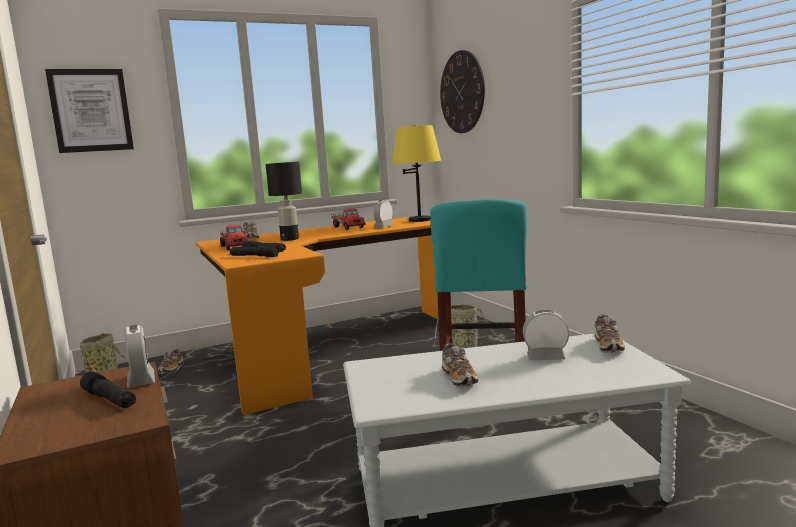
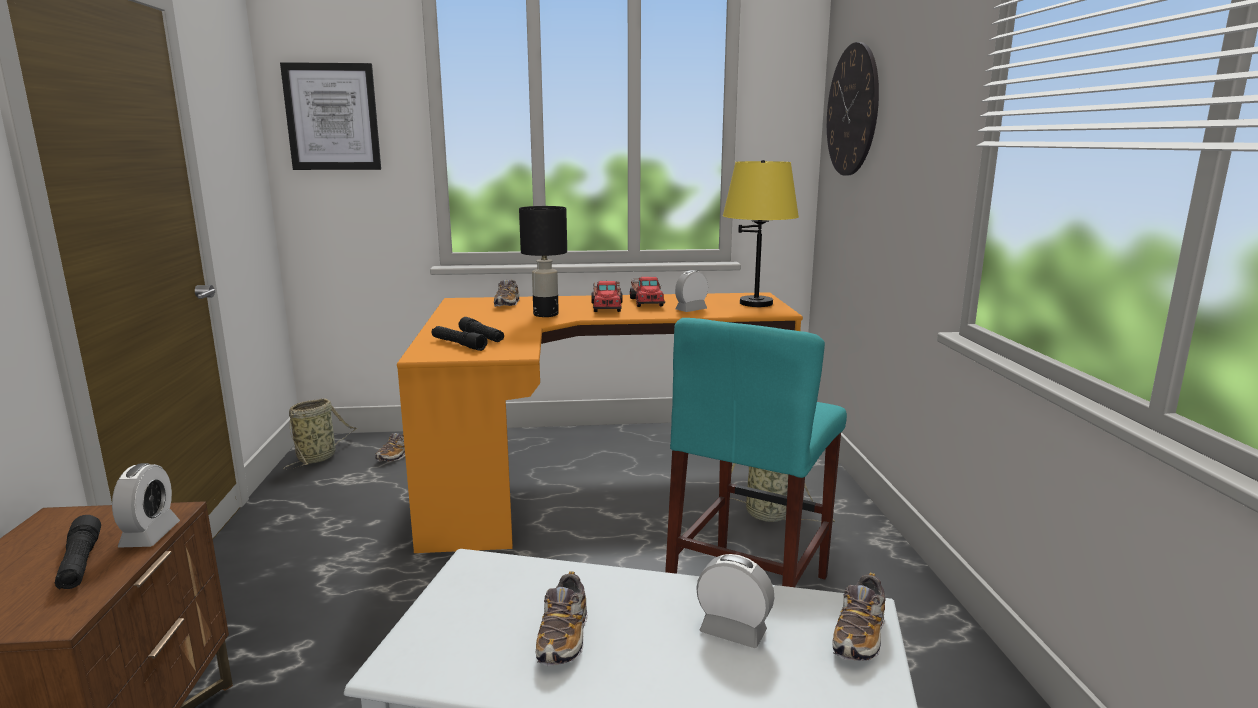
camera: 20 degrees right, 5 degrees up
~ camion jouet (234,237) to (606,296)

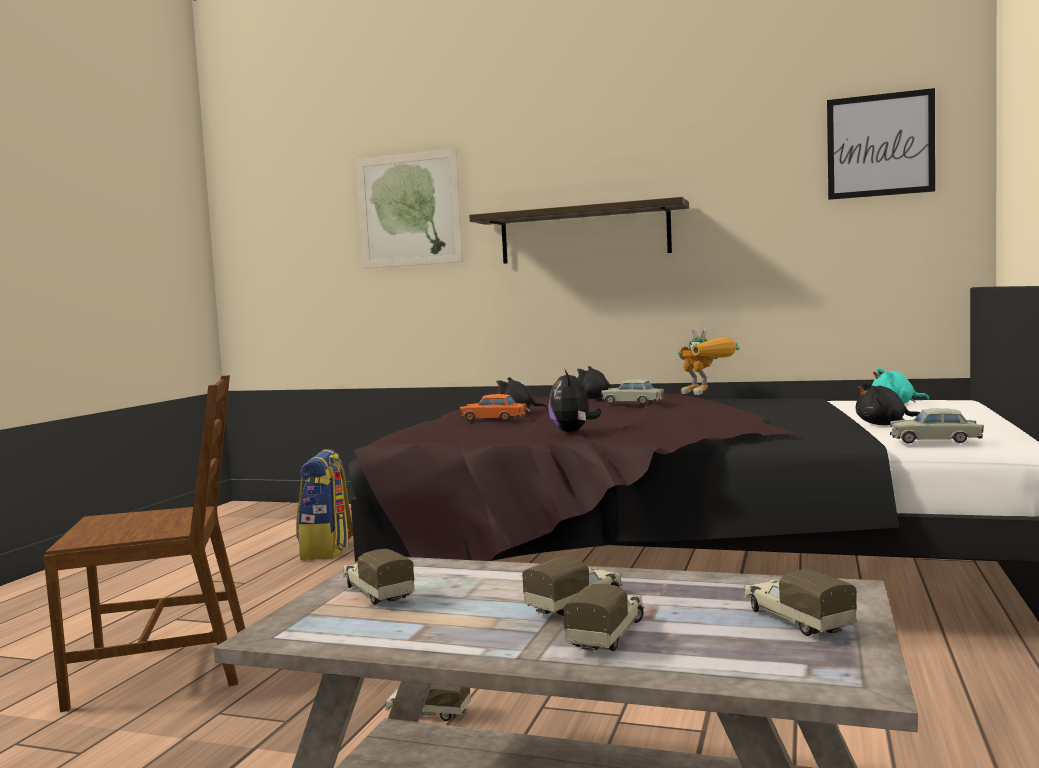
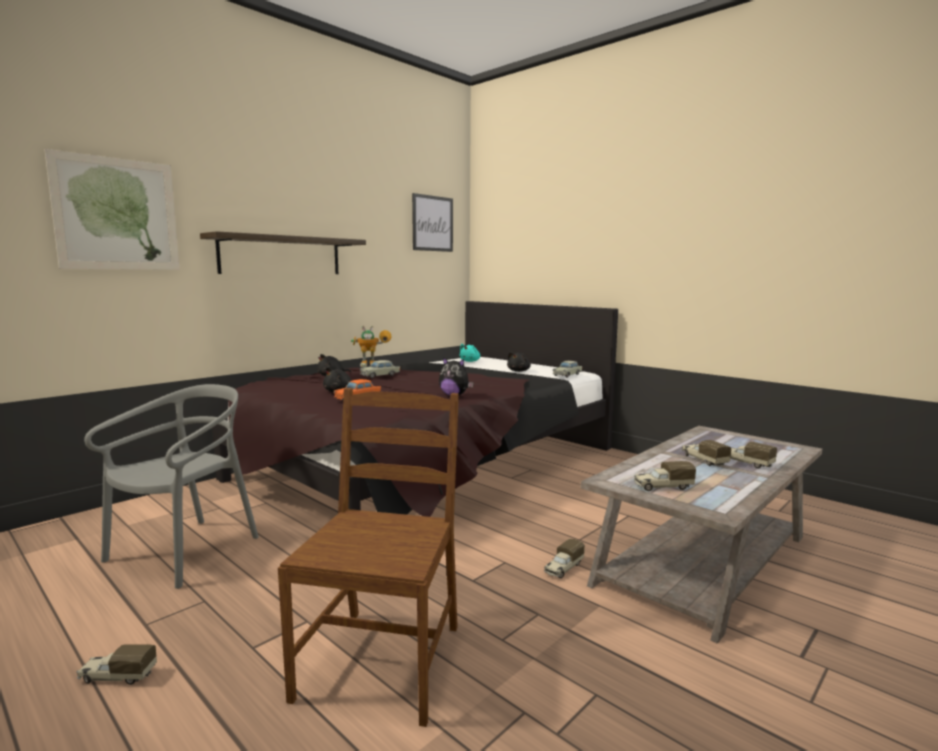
camera: 65 degrees left, 5 degrees up
~ sac à dos (324,504) to chaise/gris (171,486)
~ camion jouet (800,602) to (117,664)

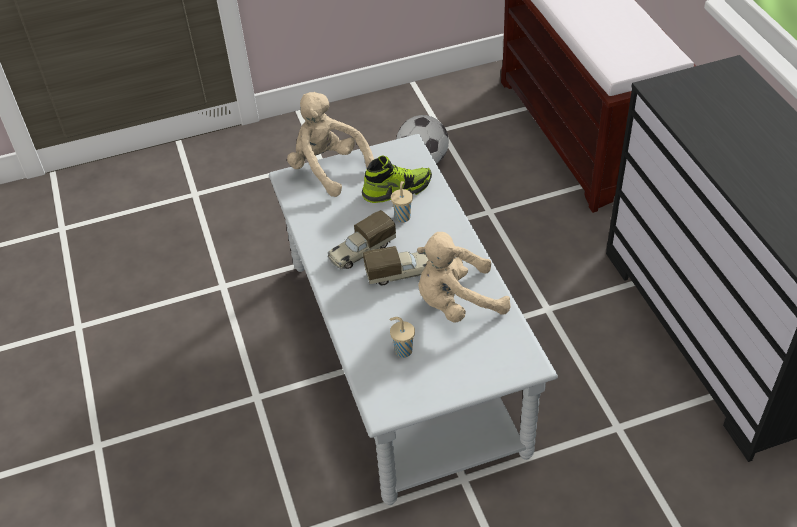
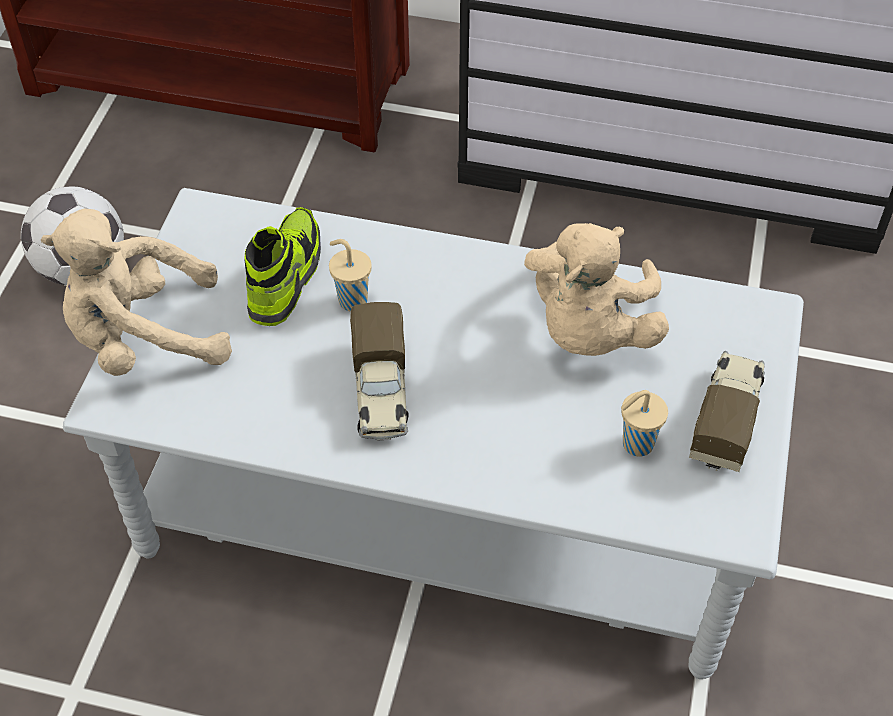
camera: 60 degrees left, 5 degrees up
~ camion jouet (396,265) to (727,411)

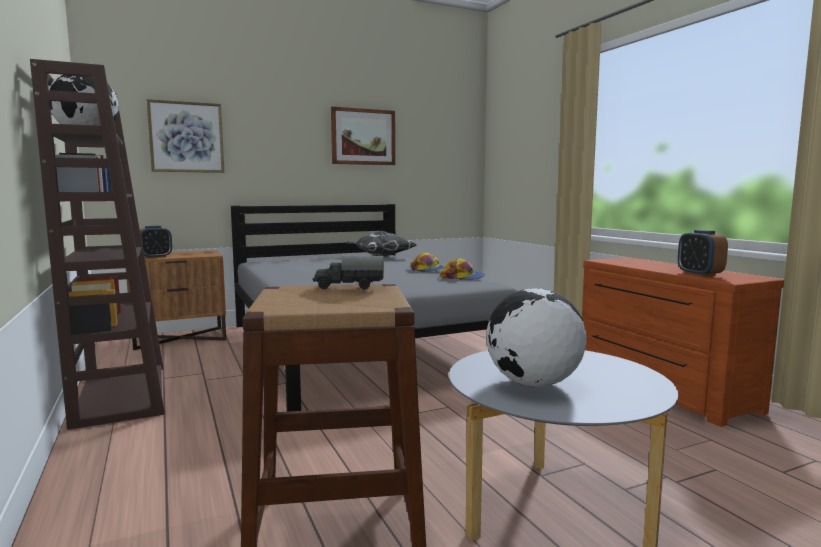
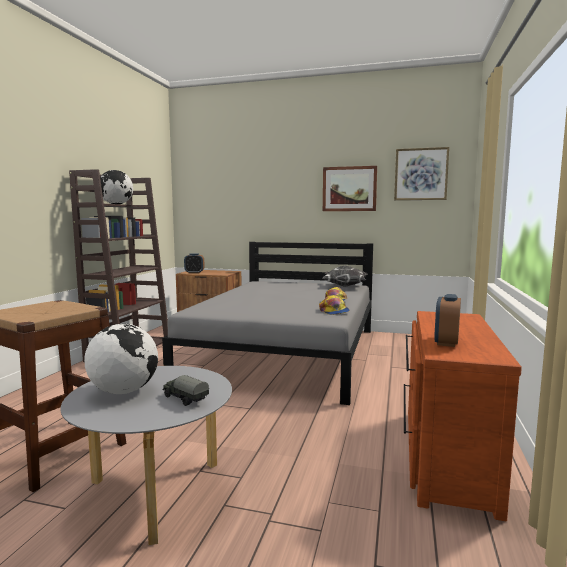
camera: 40 degrees right, 0 degrees up
~ tableau (185,136) to (421,173)
~ camion jouet (348,273) to (186,390)

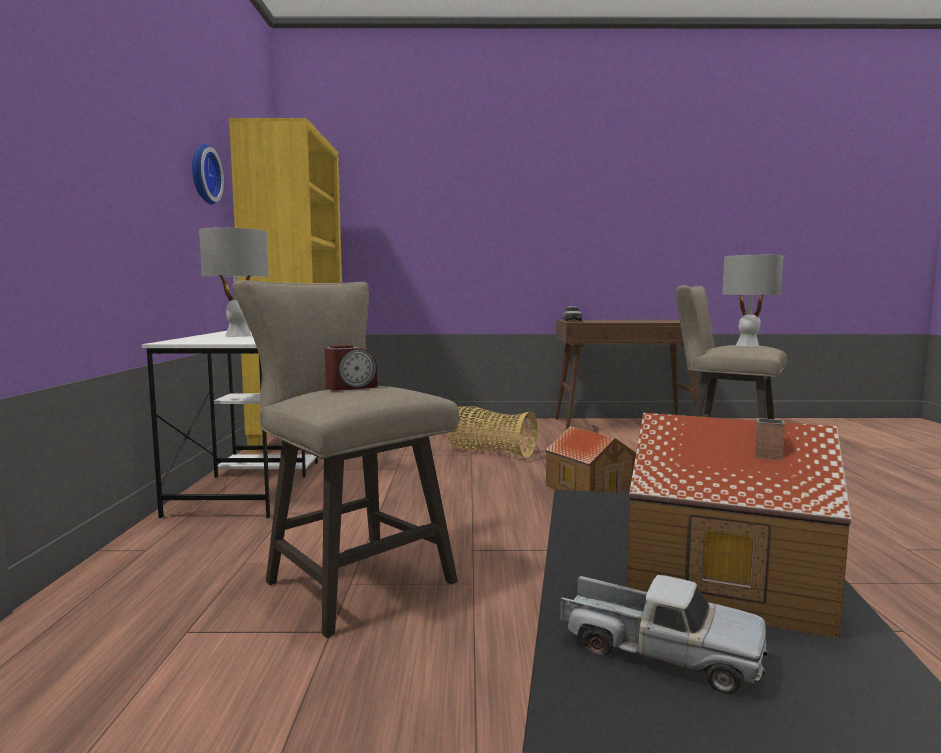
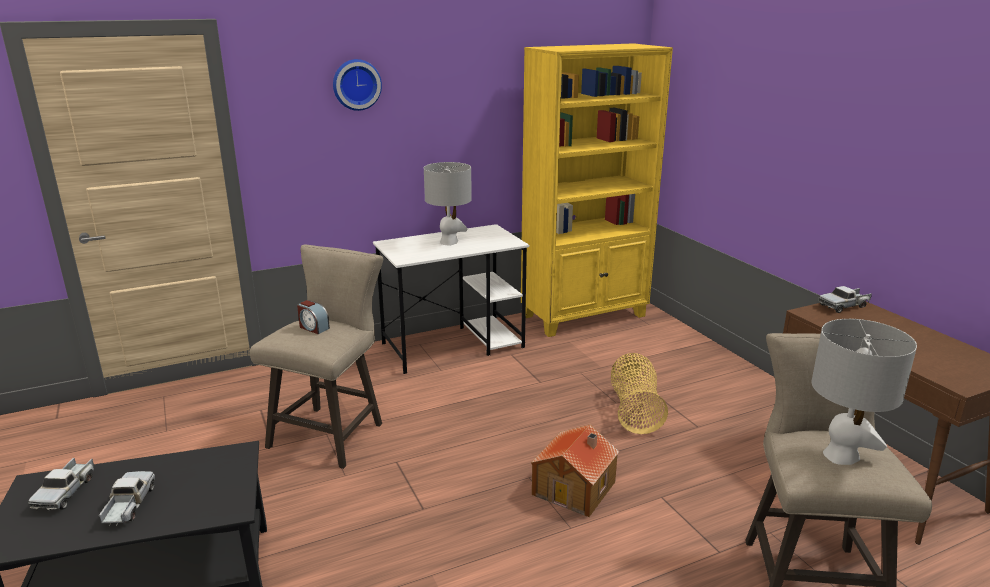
camera: 65 degrees right, 15 degrees up
~ horloge murale (208,174) to (357,85)
~ maison miniature (739,526) to camion jouet (127,498)

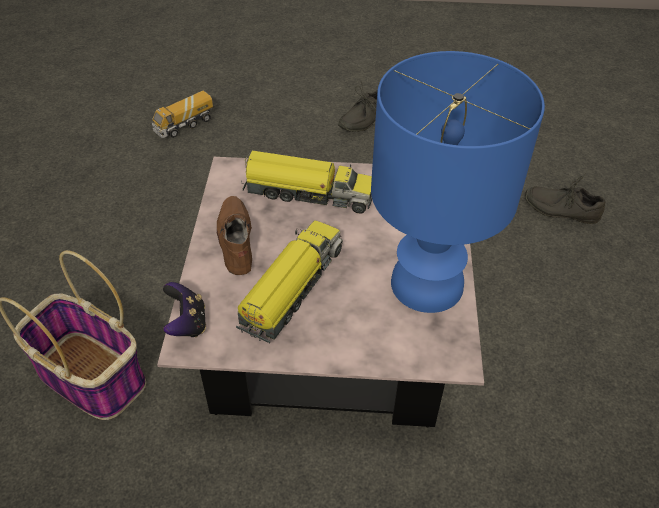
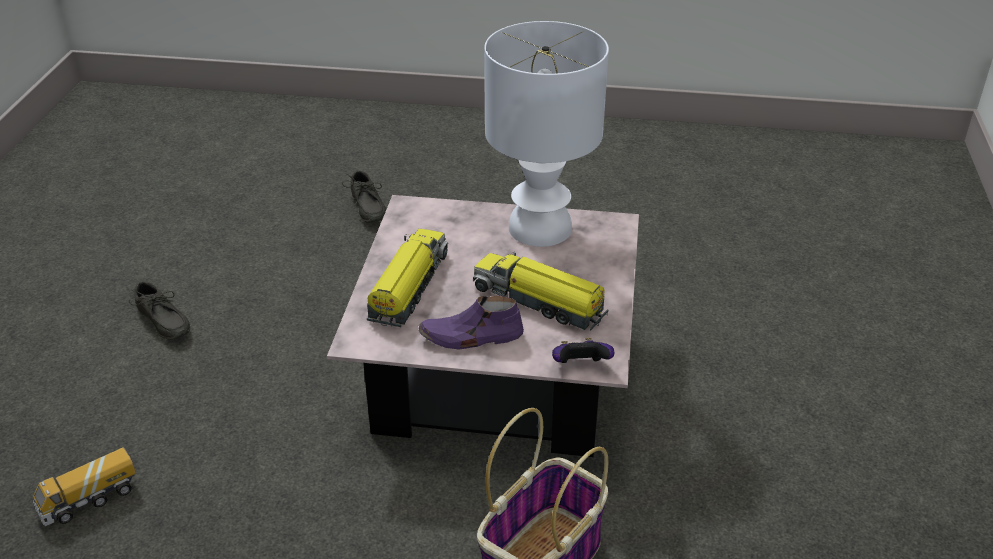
camera: 85 degrees left, 10 degrees down
~ camion jouet (182,114) = (84,486) 90 degrees clockwise
~ chaussure/marron (234,235) to chaussure/violet (471,323)
~ lampe de table/bleu (458,182) to lampe de table/blanc (546,134)
~ chaussure/gris (565,199) = (364,197) 45 degrees counterclockwise

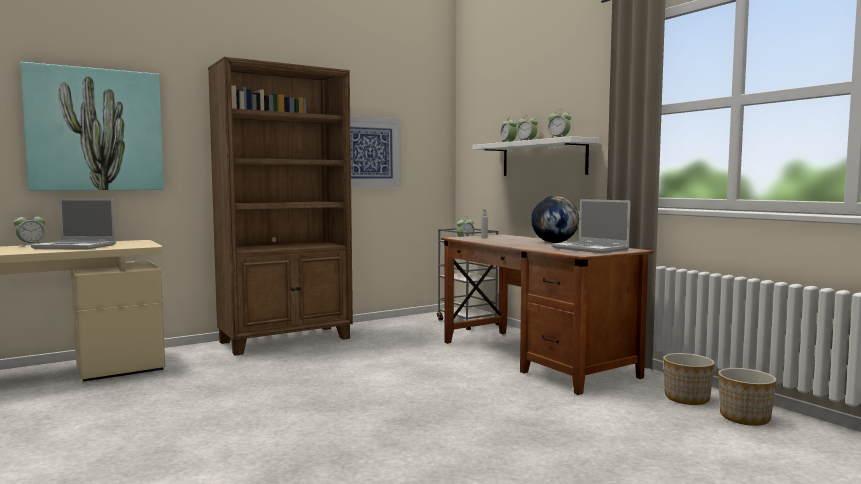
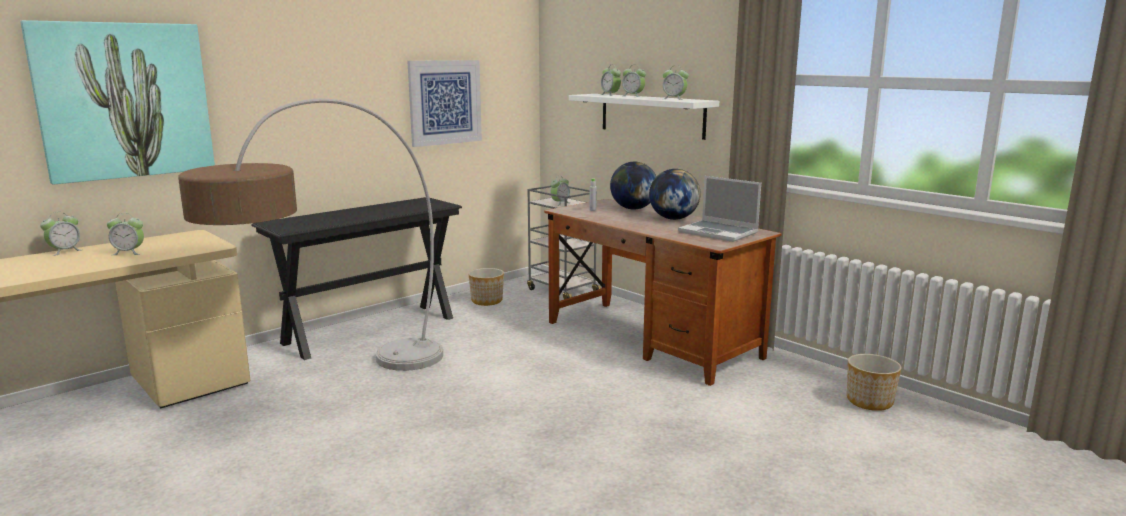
camera: 10 degrees left, 10 degrees up
~ ordinateur portable (73,224) to réveil (125,234)
~ bibliothèque/marron (280,206) to table console/noir (357,278)
~ cache-pot (689,379) to (486,287)
+ lampadaire (310,235)
+ globe (633,185)

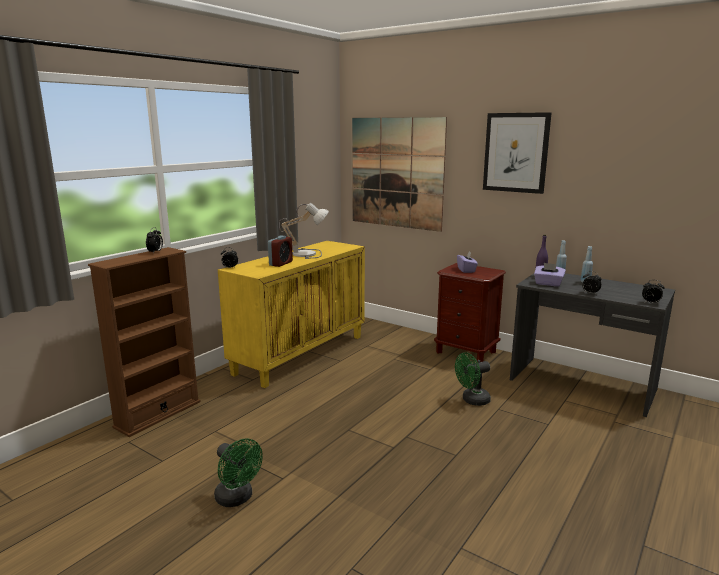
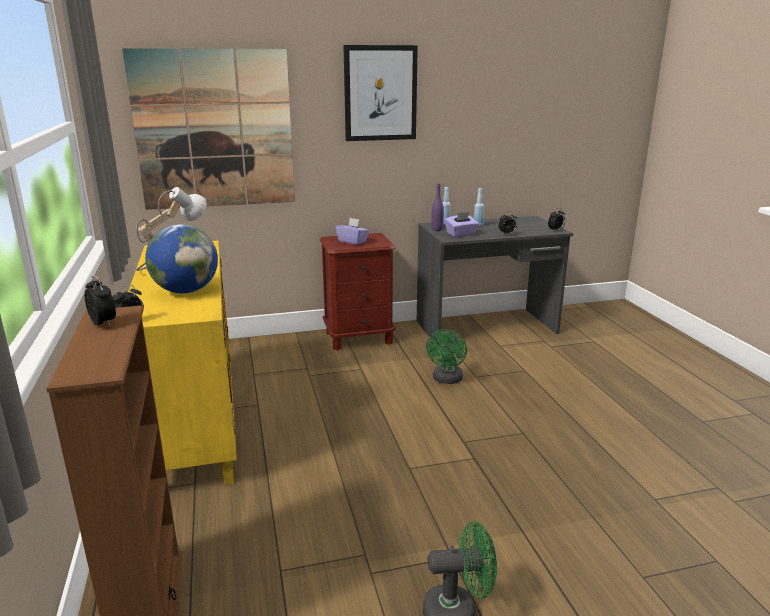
camera: 50 degrees left, 5 degrees up
~ réveil (280,251) to globe (181,258)

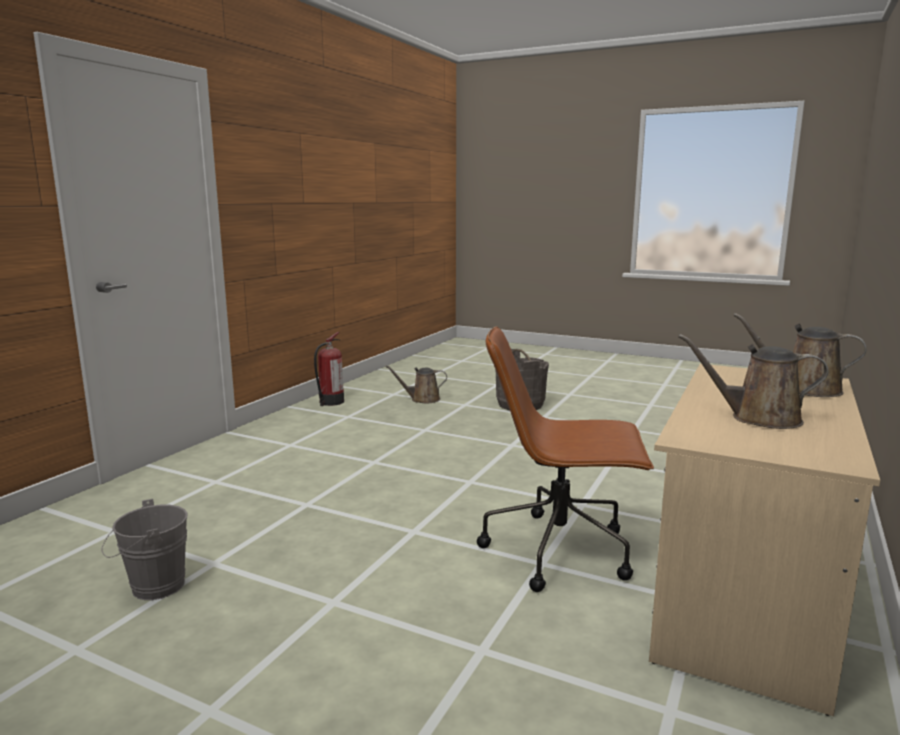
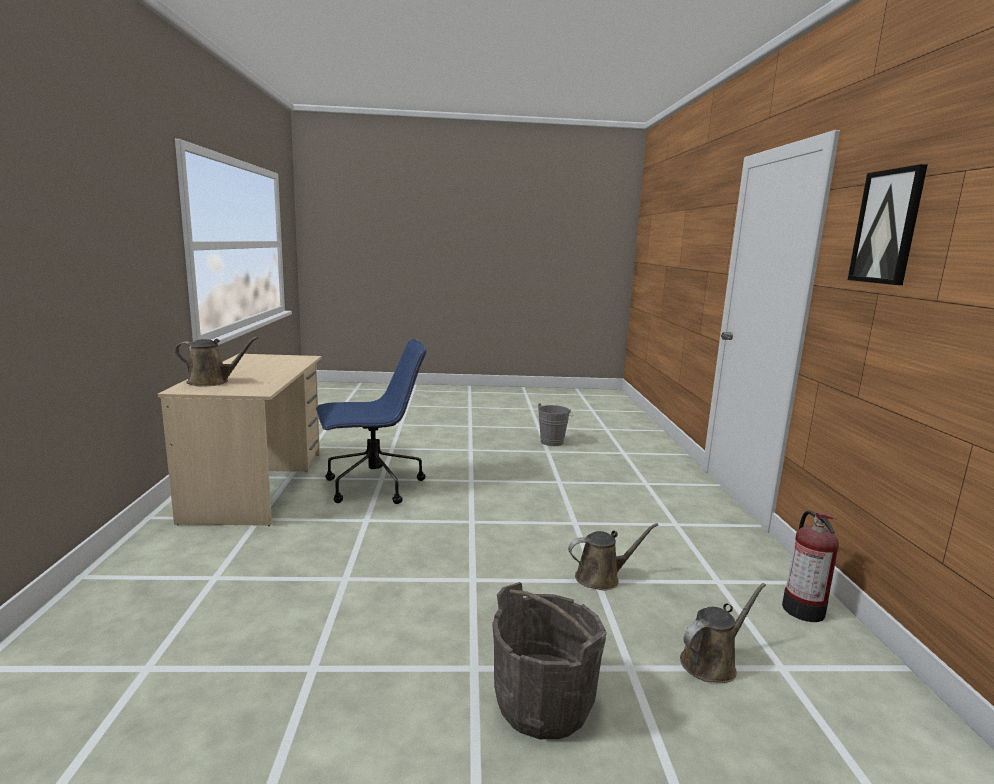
camera: 150 degrees right, 0 degrees up
~ chaise de bureau/marron (565,459) to chaise de bureau/bleu (371,421)
~ arrosoir/marron (753,381) to (613,556)
+ tableau (887,224)

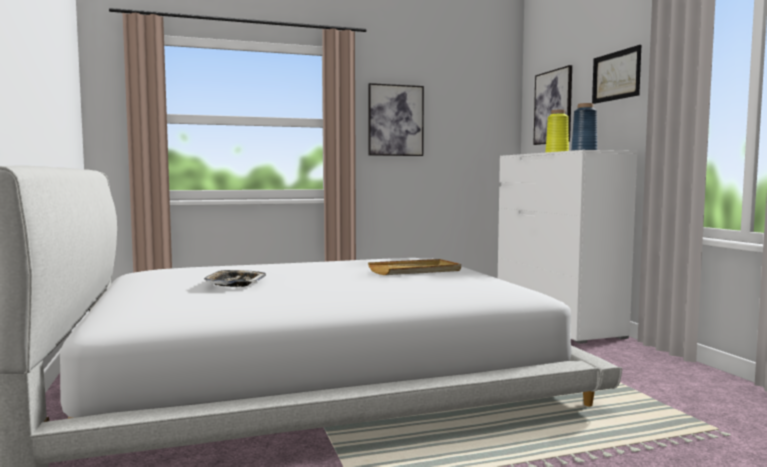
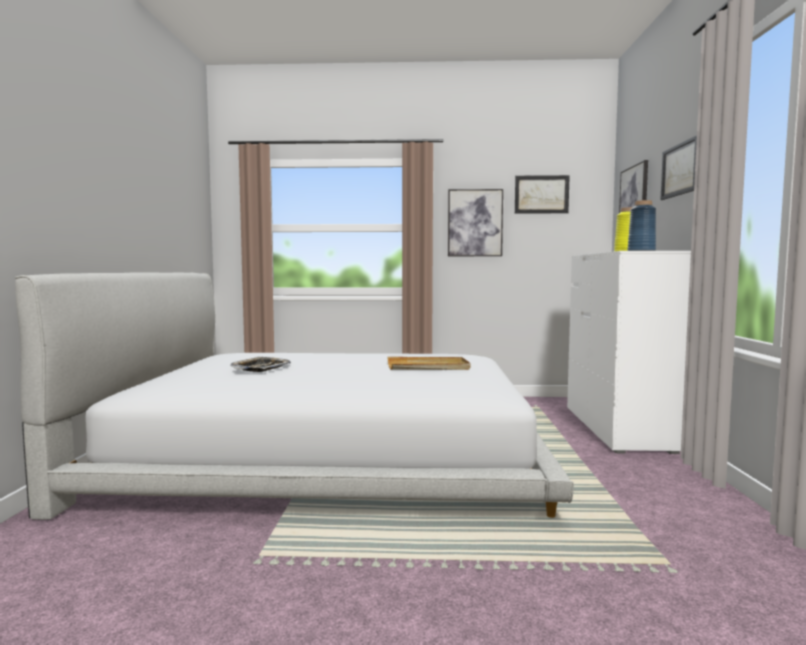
camera: 20 degrees right, 0 degrees up
+ tableau (542,194)

